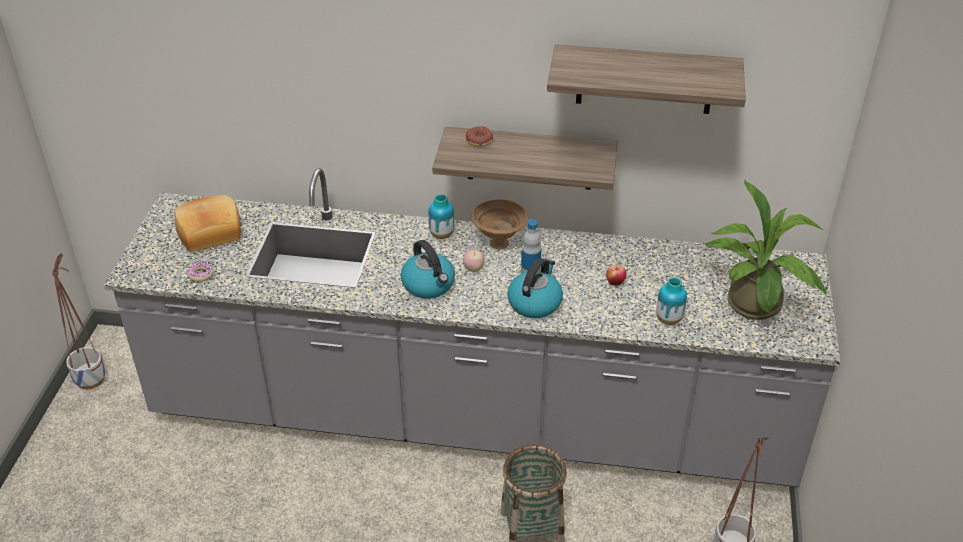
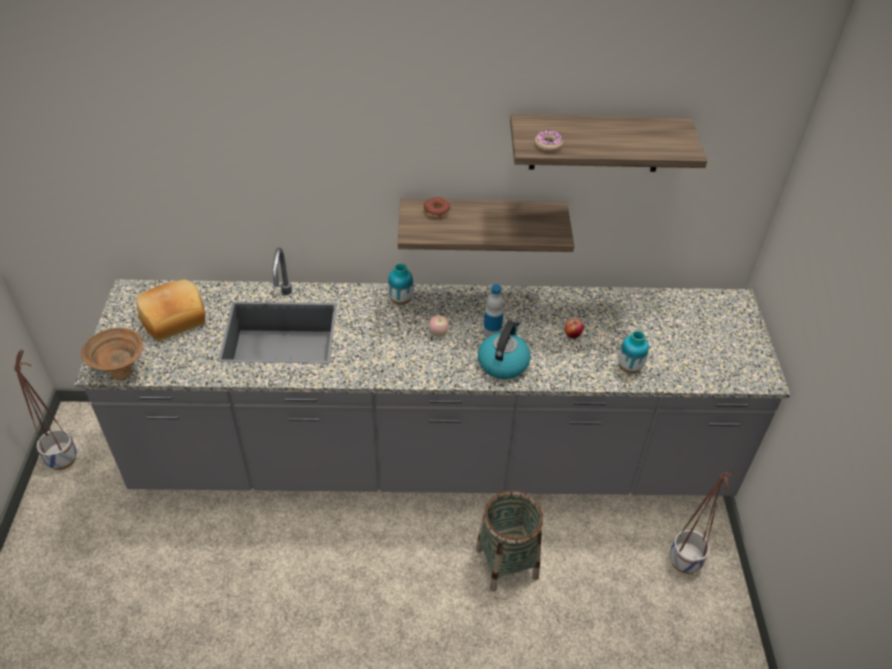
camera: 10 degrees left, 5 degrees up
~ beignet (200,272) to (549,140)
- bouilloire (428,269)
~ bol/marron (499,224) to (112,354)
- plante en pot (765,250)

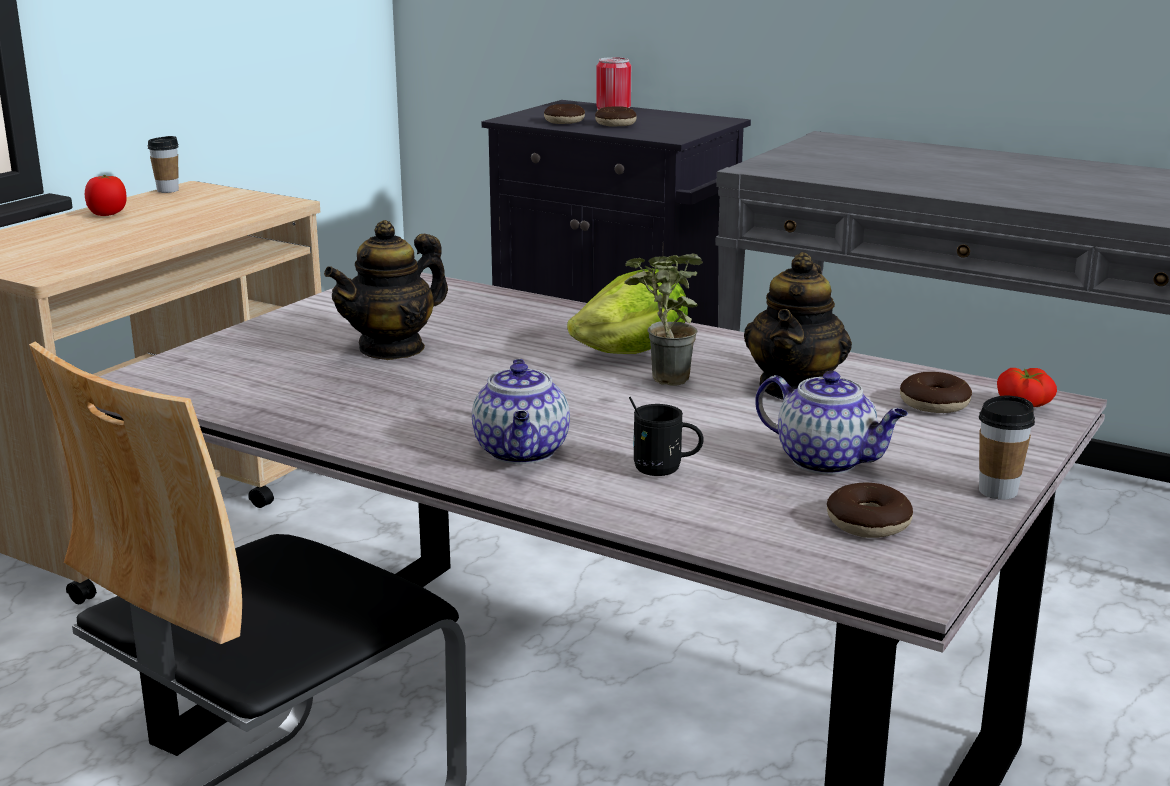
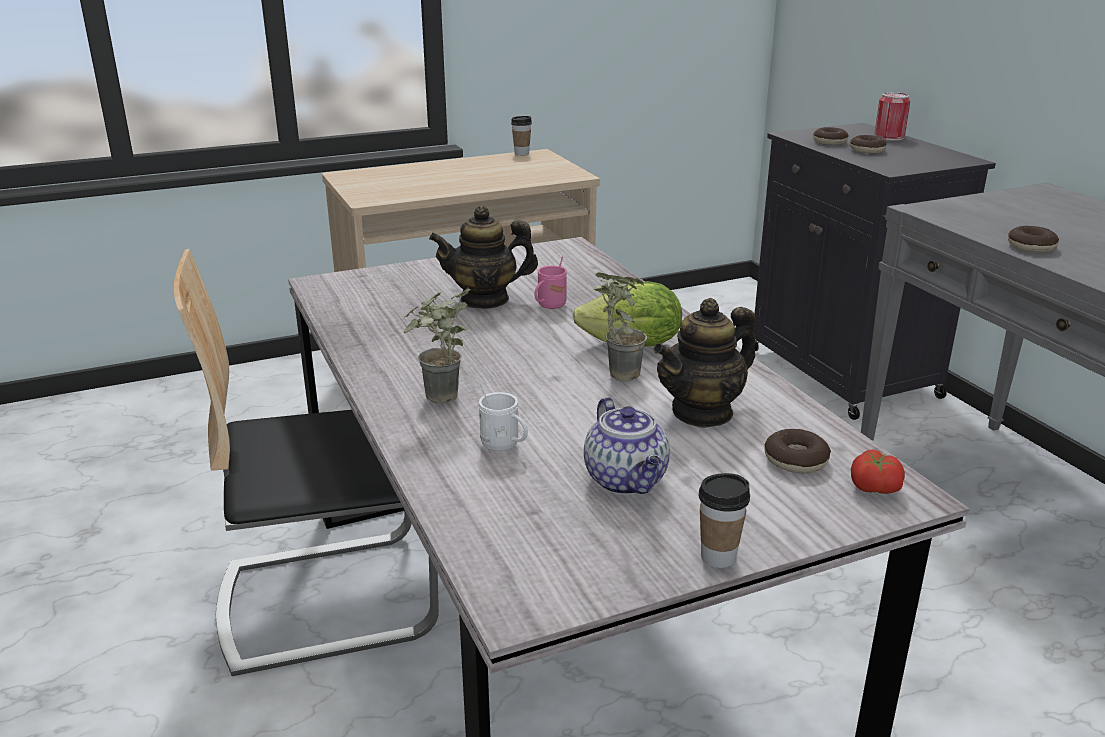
camera: 35 degrees right, 5 degrees up
- tomate (106,195)
~ théière (521,411) to plante en pot (437,346)
~ mug/noir (666,436) to mug/blanc (503,417)
~ beignet (870,510) to (1033,239)
+ mug/rose (550,283)

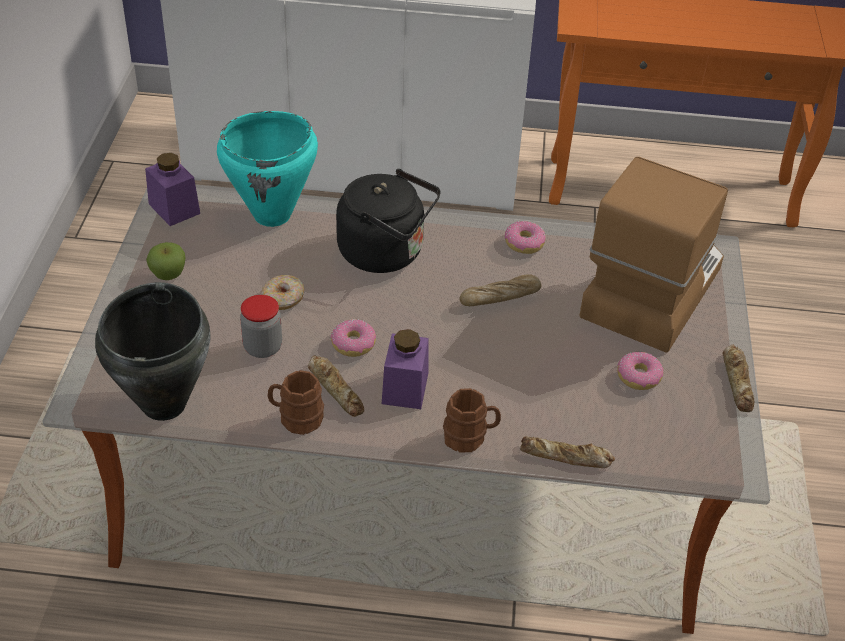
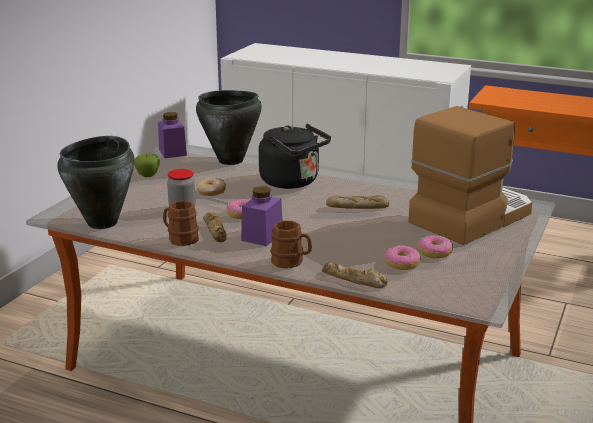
camera: 20 degrees right, 20 degrees down
~ marmite/turquoise (267,169) to marmite/noir (229,127)
~ beignet (525,237) to (402,257)
- pain (738,378)

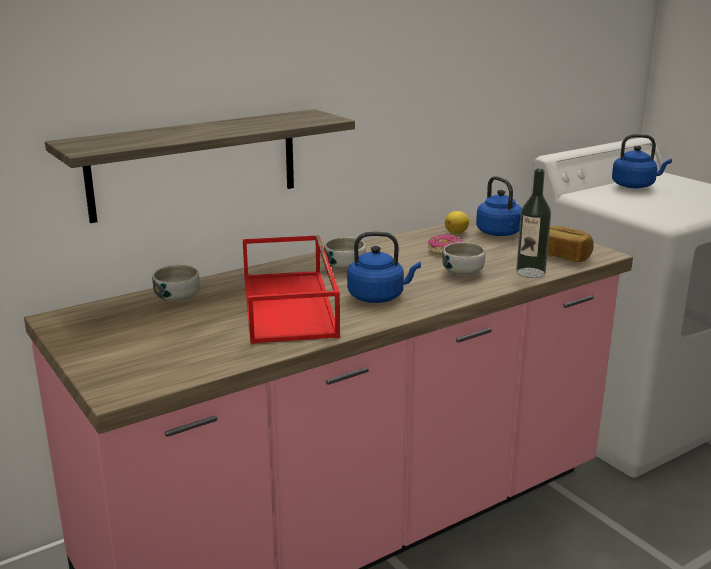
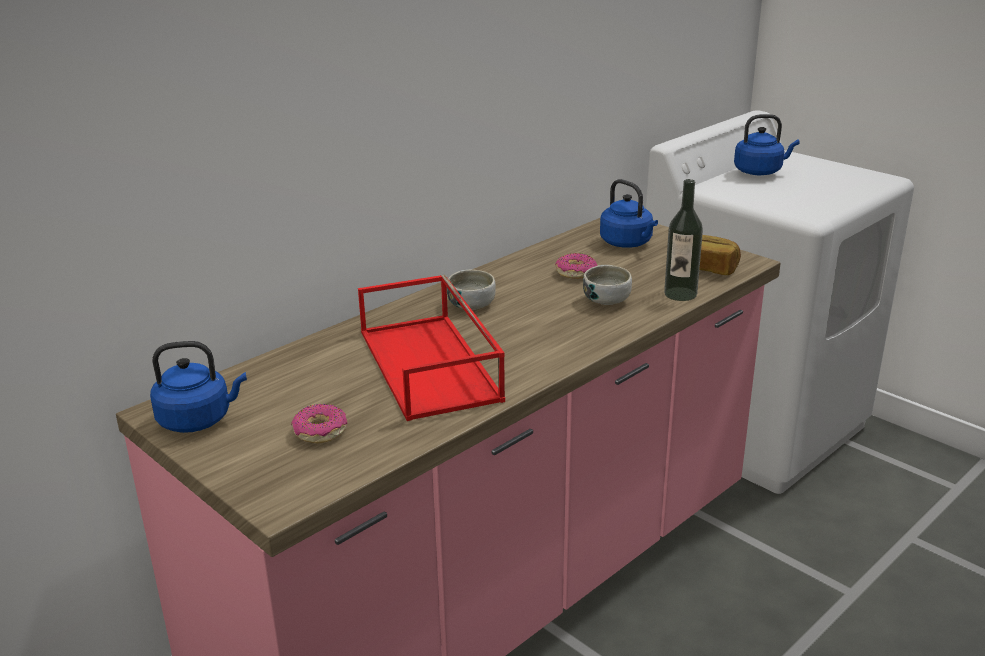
camera: 10 degrees left, 5 degrees up
- étagère (200,166)
- bol (176,283)
~ bouilloire/bleu (384,267) to (198,387)
- citron (457,222)
+ beignet (319,423)

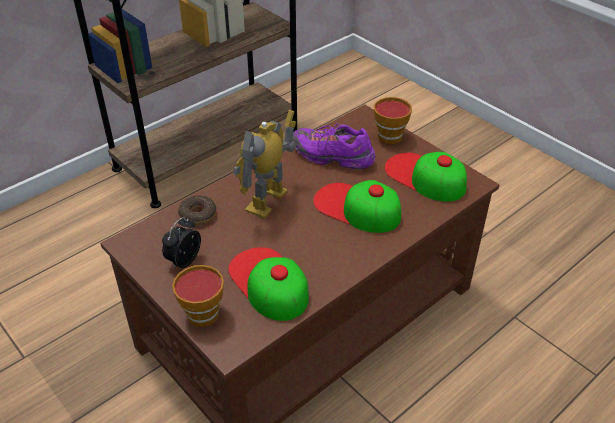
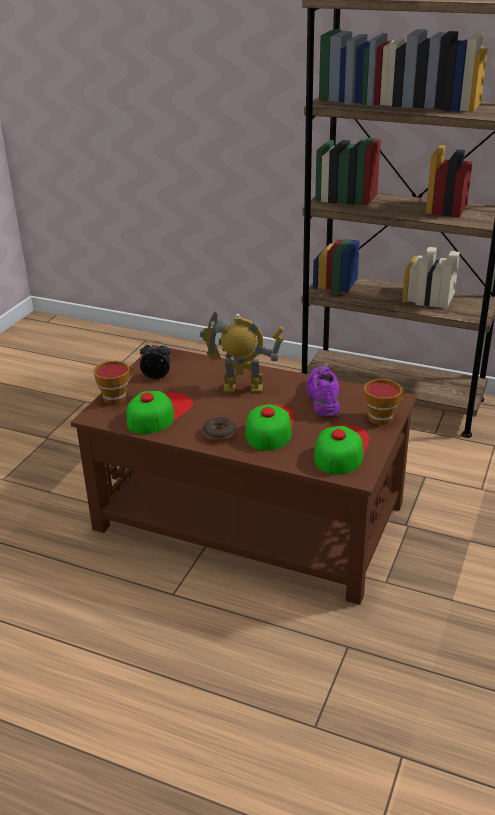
camera: 65 degrees right, 10 degrees down
~ beignet (197,210) to (219,429)

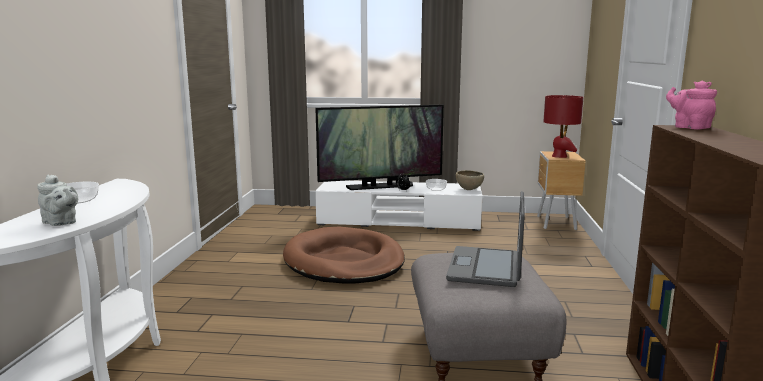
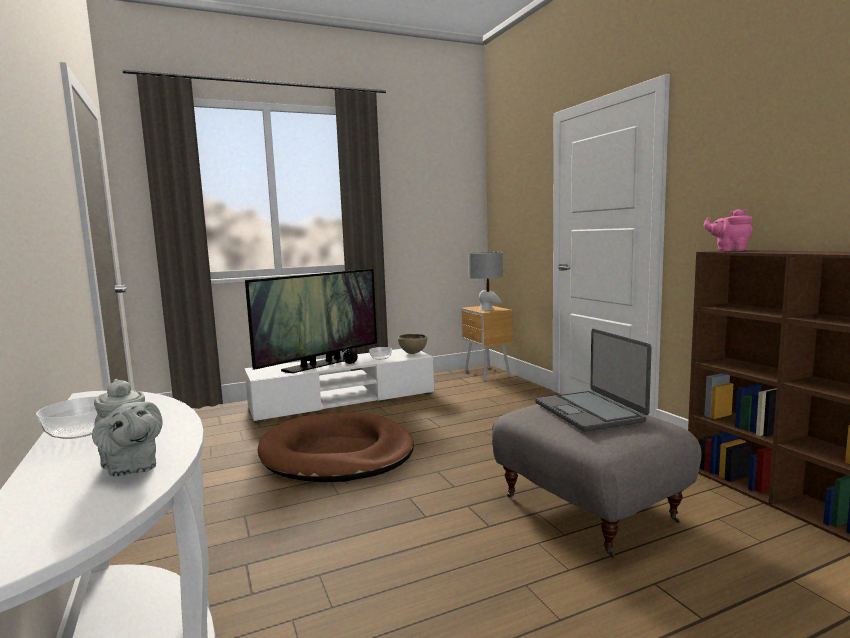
camera: 30 degrees left, 5 degrees down
~ théière/gris (57,200) = (127,428) 45 degrees clockwise
~ lampe de table/rouge (563,126) to lampe de table/gris (485,281)

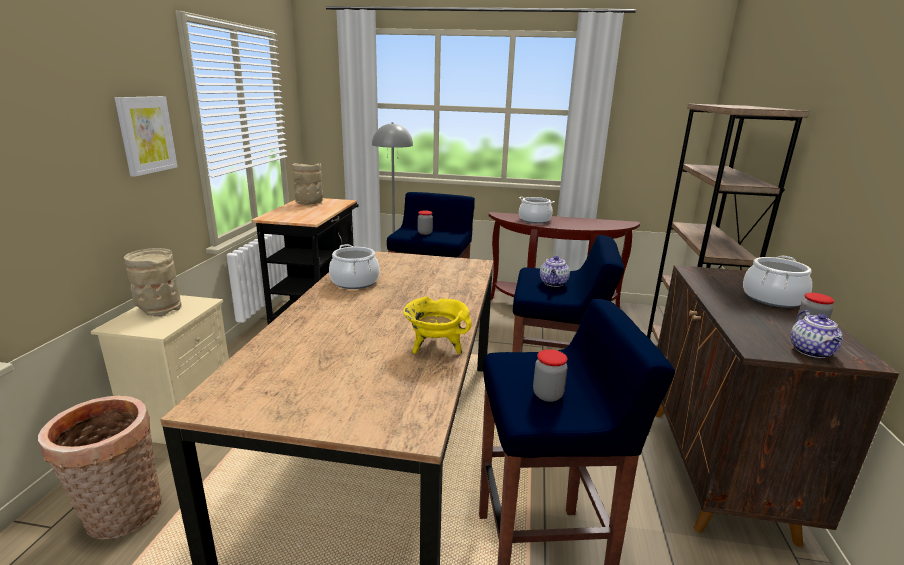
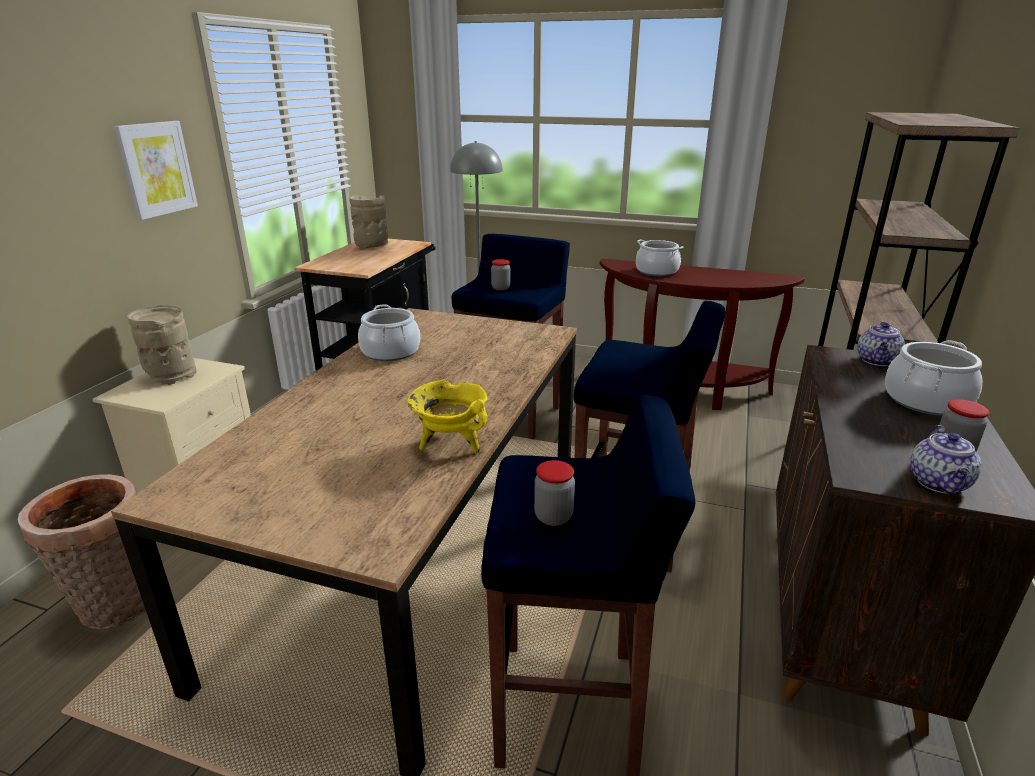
camera: 10 degrees right, 5 degrees up
~ théière (555,271) to (881,344)

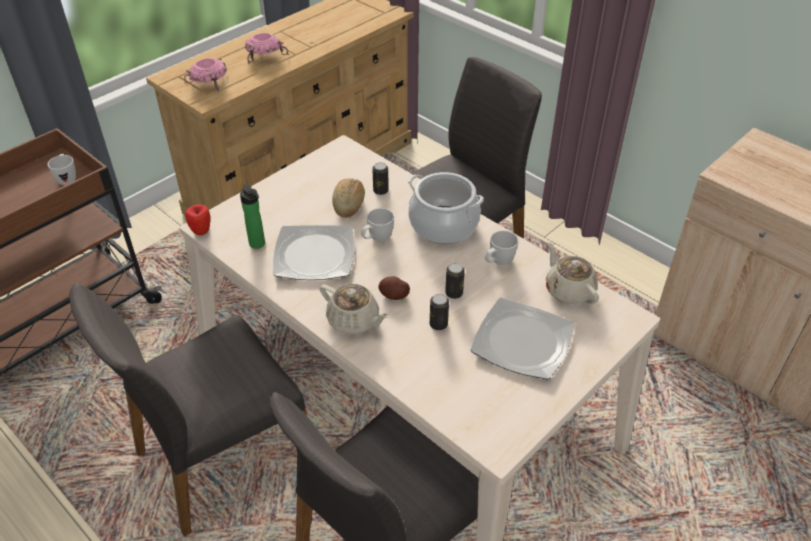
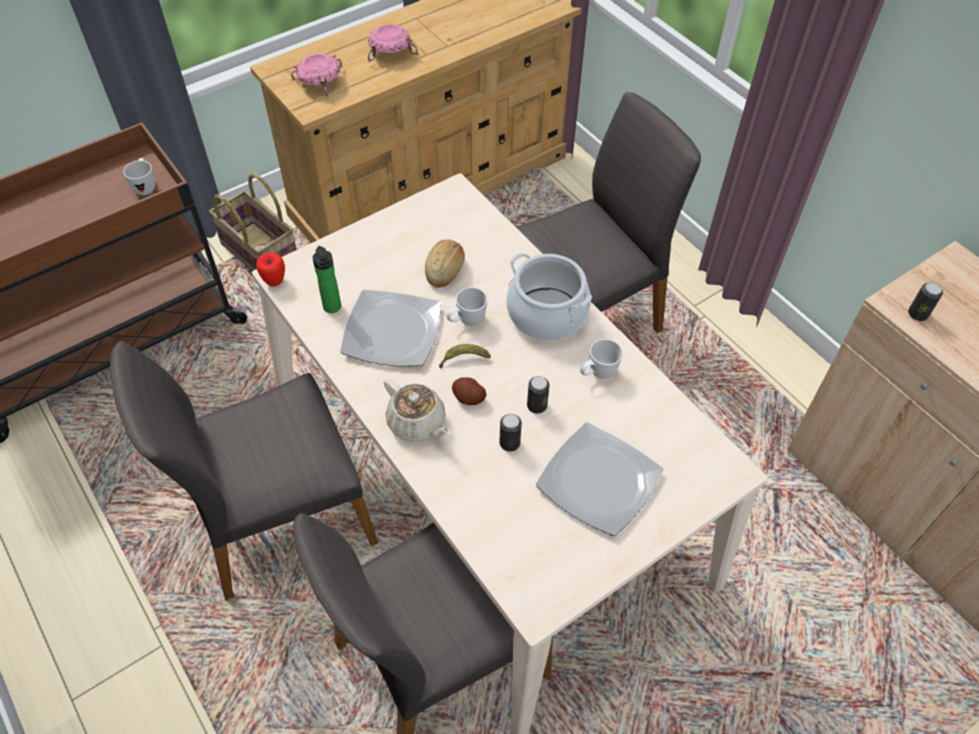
camera: 10 degrees right, 10 degrees up
~ boîte métallique (380,179) to (925,301)
- théière/beige (572,273)
+ panier (253,222)
+ banane (465,356)

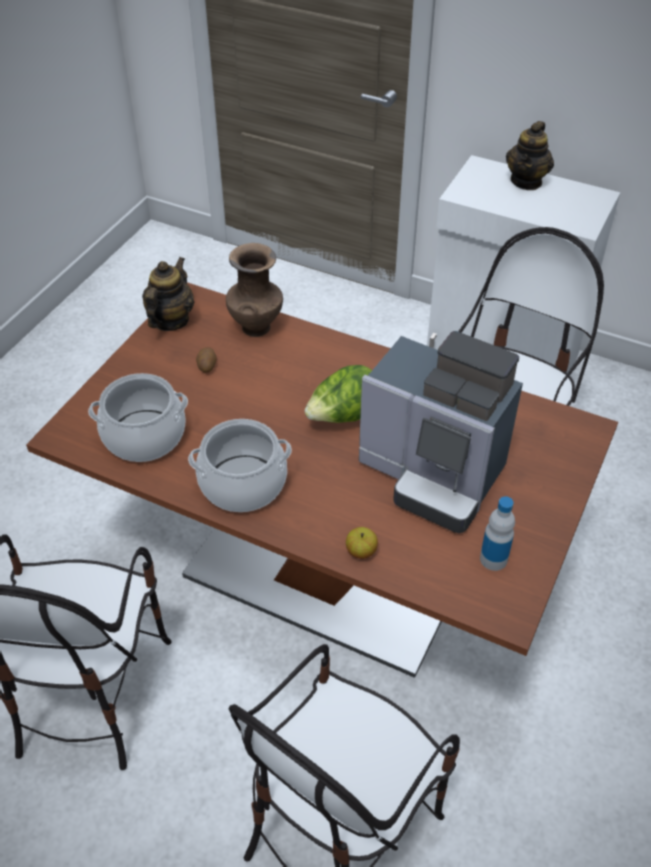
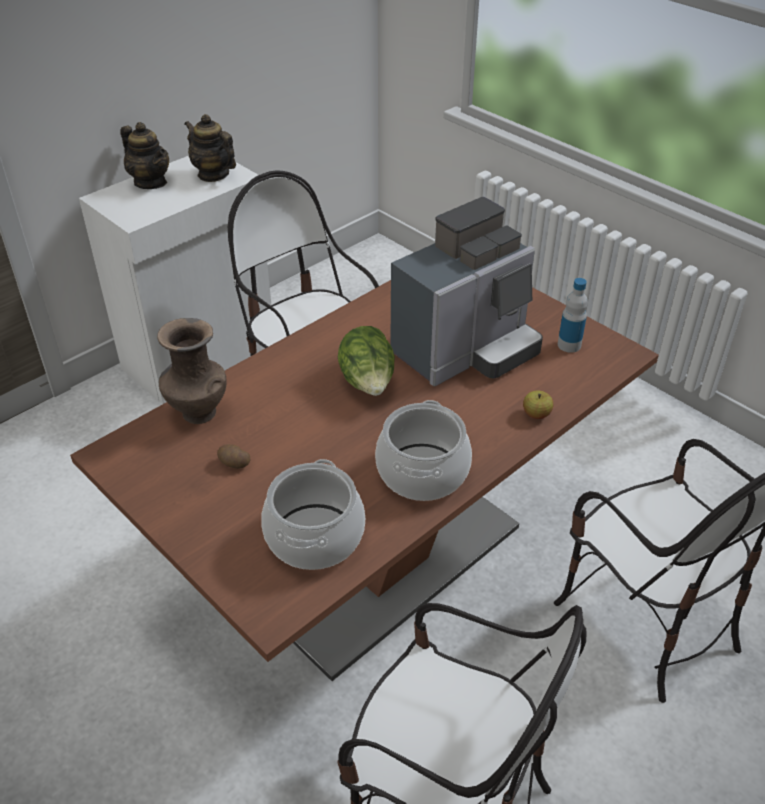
camera: 70 degrees left, 5 degrees down
~ théière (168,294) to (210,148)

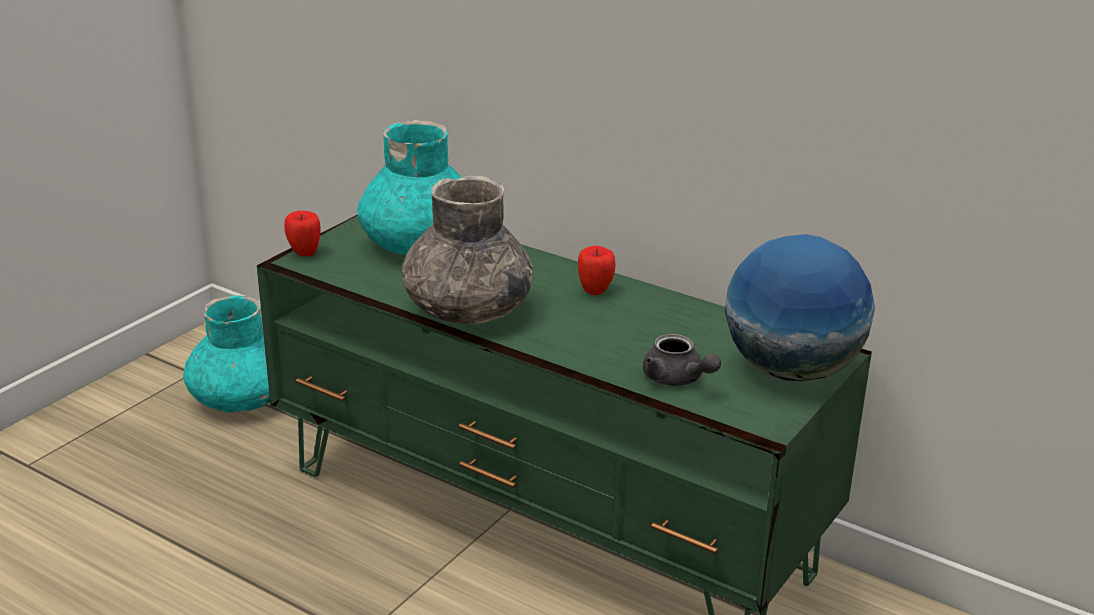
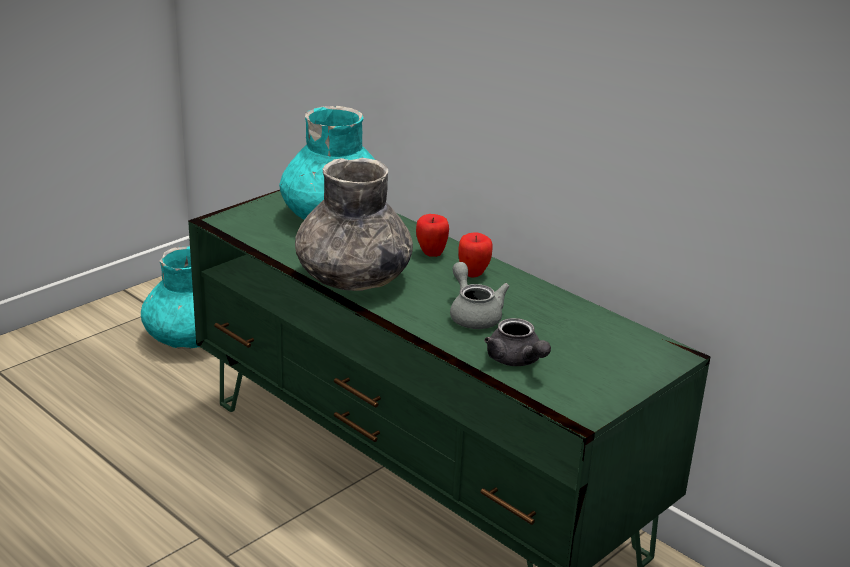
camera: 10 degrees right, 0 degrees up
~ pomme (302,234) to (432,235)
- globe (800,307)
+ théière/gris (480,295)

